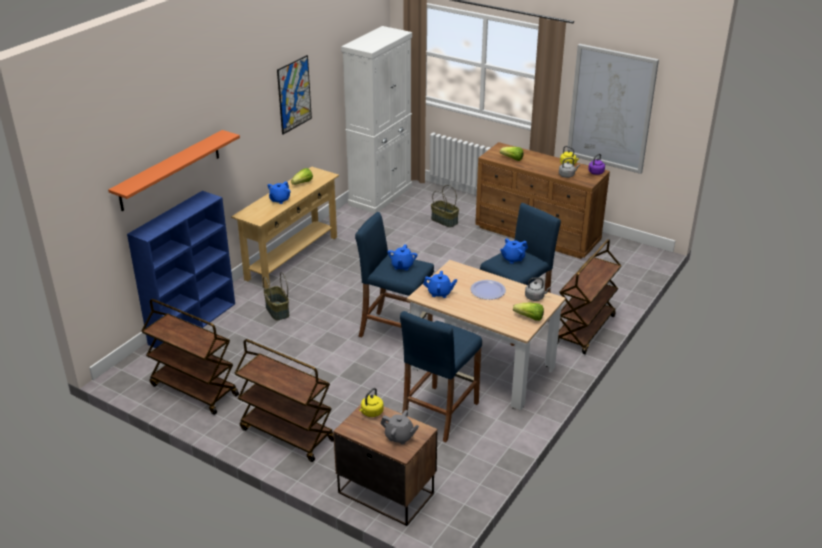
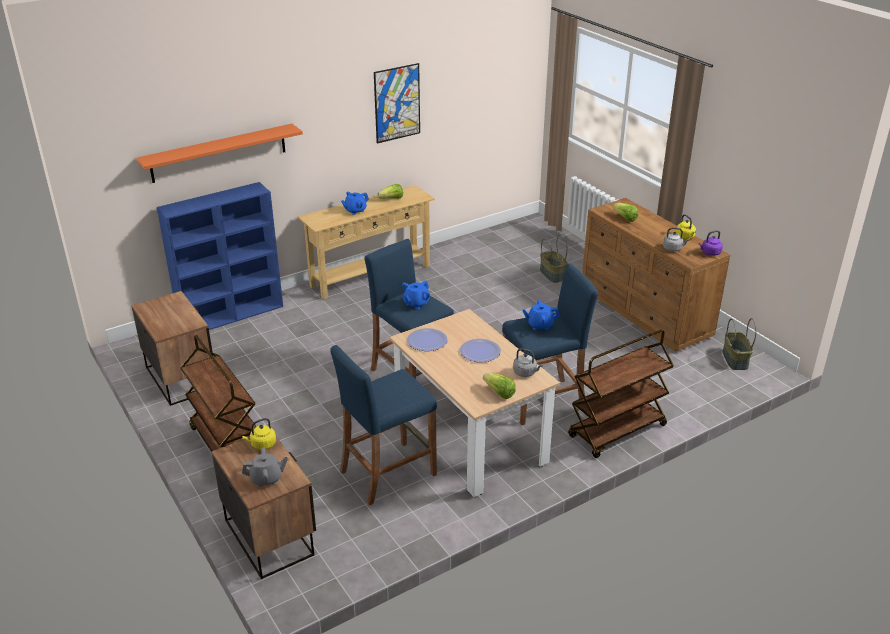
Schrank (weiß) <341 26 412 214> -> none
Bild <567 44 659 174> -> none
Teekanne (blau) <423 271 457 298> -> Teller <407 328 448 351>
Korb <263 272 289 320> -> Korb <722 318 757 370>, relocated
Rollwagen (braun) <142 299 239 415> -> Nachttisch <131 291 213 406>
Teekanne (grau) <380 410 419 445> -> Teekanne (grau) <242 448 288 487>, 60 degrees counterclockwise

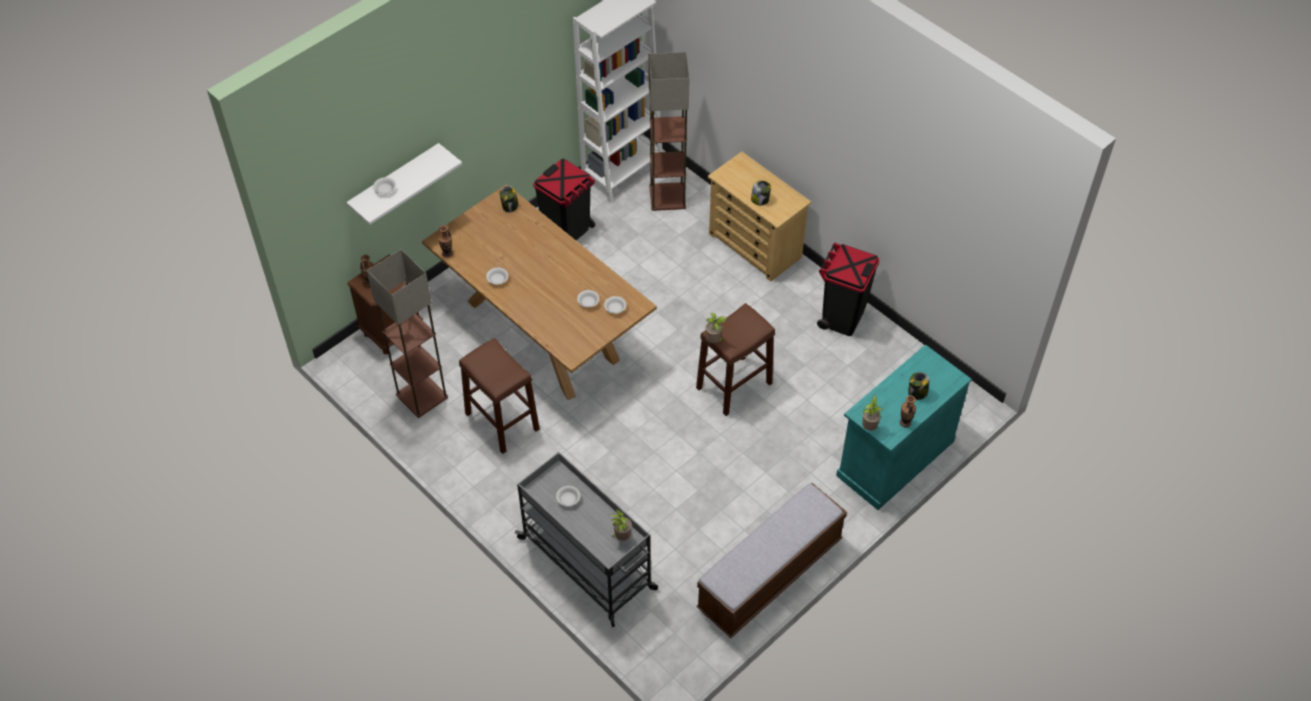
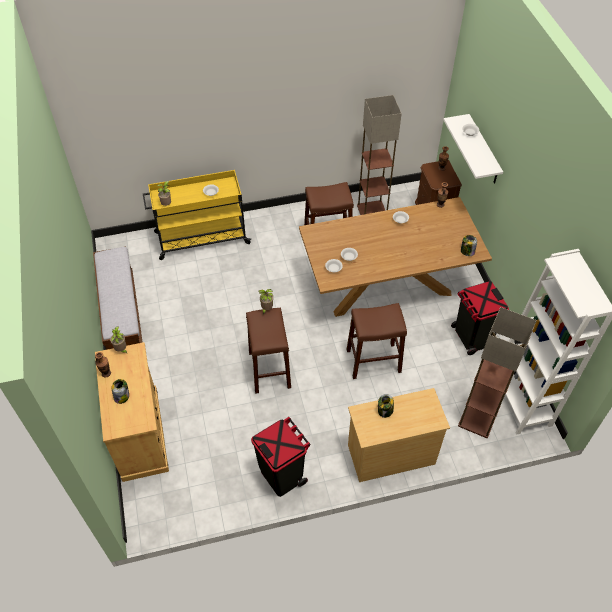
Schrank (türkis) <836 344 972 510> -> Schrank (beige) <95 342 169 482>
Rollwagen (grau) <515 452 658 627> -> Rollwagen (gelb) <143 170 251 260>
none -> Hocker (braun) <347 303 407 379>

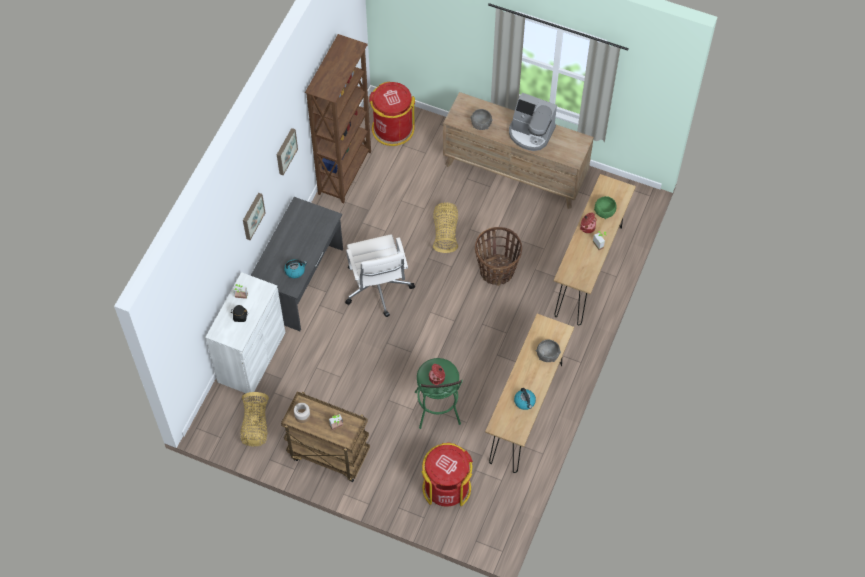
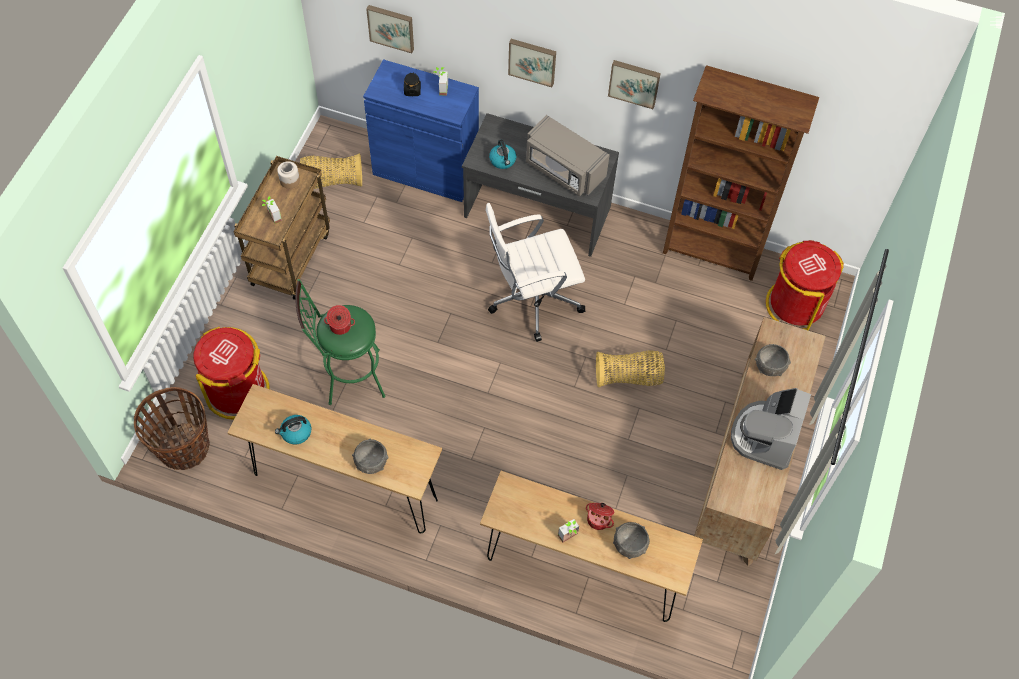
Schüssel (grün) <594 196 617 219> -> Schüssel (grau) <613 522 650 559>
Korb <475 227 522 286> -> Korb <134 387 210 470>, relocated
Schrank (weiß) <205 272 285 393> -> Schrank (blau) <363 59 479 202>
none -> Bild <366 5 414 53>
none -> Mikrowelle (grau) <526 115 610 196>

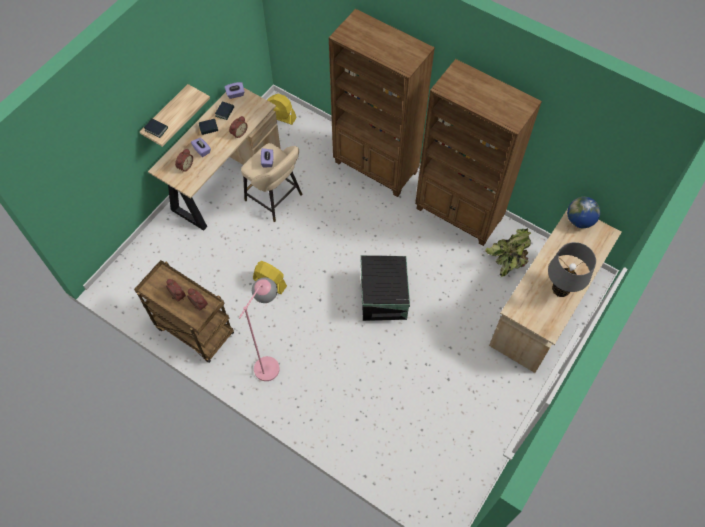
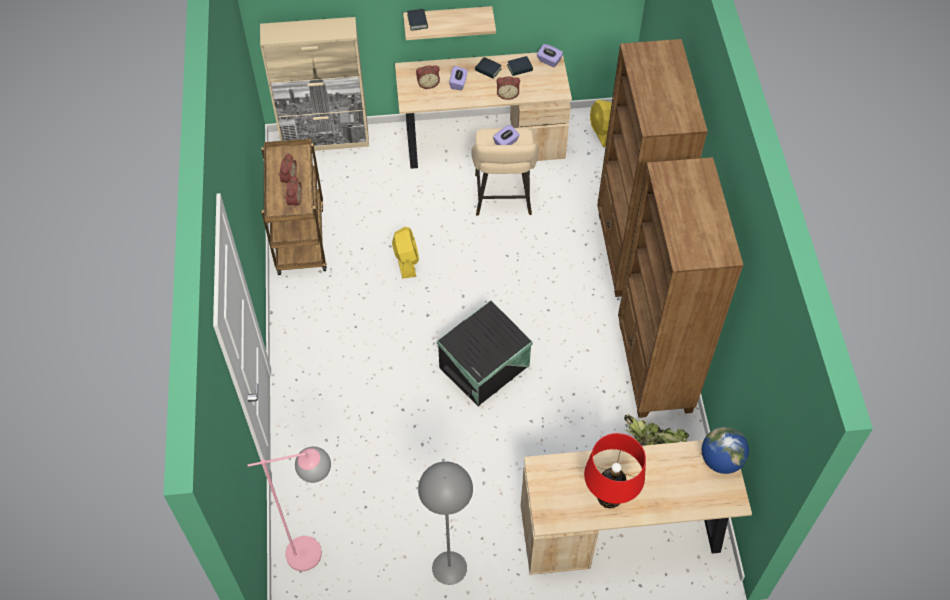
Tischlampe (grau) <548 242 596 297> -> Tischlampe (rot) <584 433 646 508>
Stehlampe (rosa) <239 278 280 381> -> Stehlampe (rosa) <248 447 331 571>, relocated
none -> Schrank (beige) <260 17 369 151>
none -> Stehlampe (grau) <418 461 473 585>

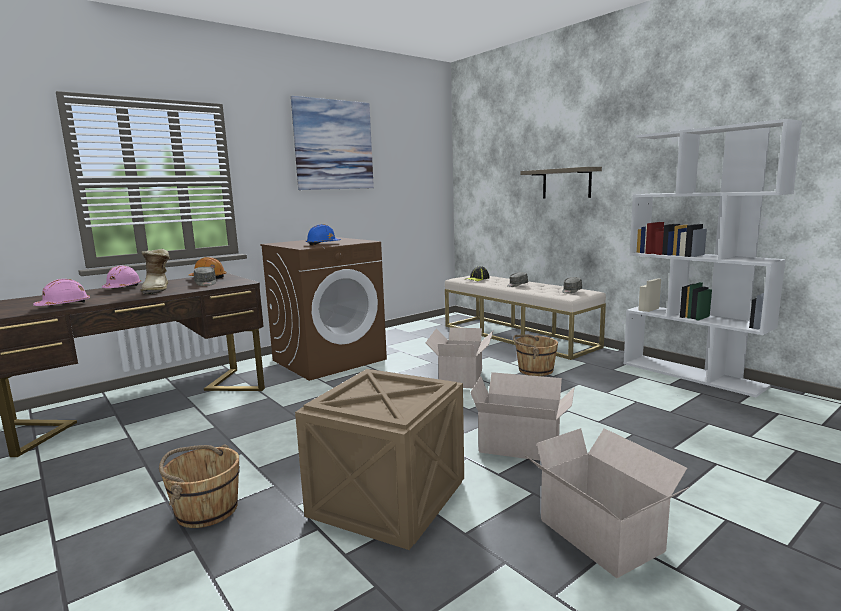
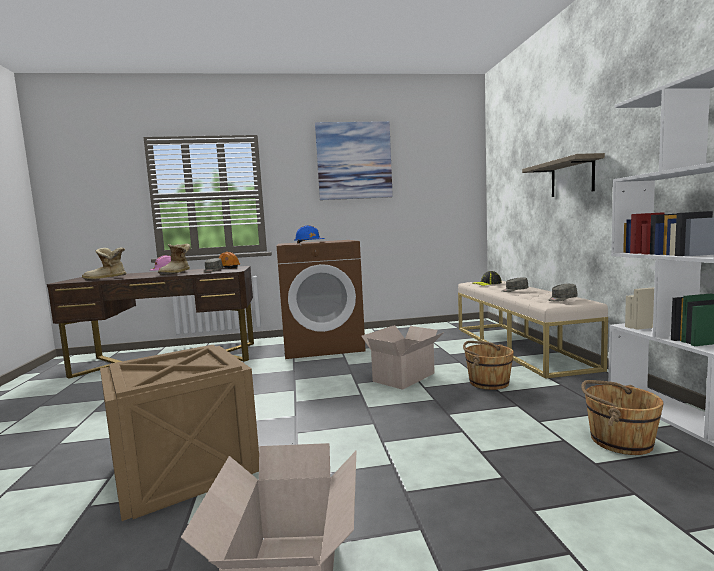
Schutzhelm (rosa) <33 279 90 306> -> Stiefel <82 247 127 280>
Karton <470 372 575 461> -> none
Eimer (braun) <159 444 240 528> -> Eimer (braun) <581 380 664 455>, relocated

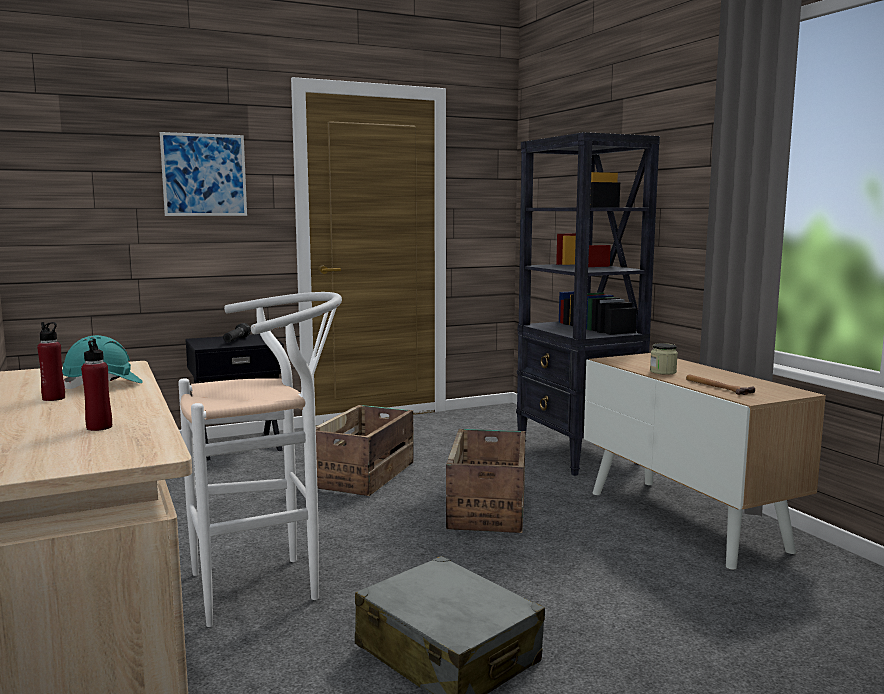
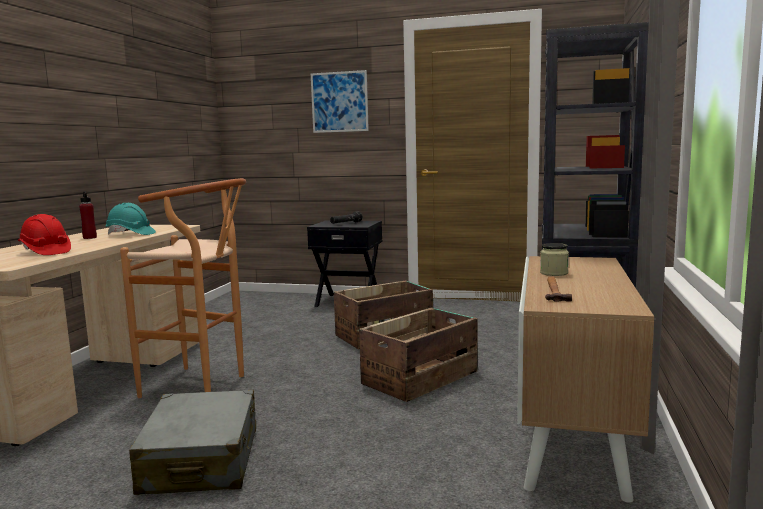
Hocker (weiß) <178 292 342 627> -> Hocker (braun) <120 178 246 398>
Flasche (rot) <81 339 112 431> -> Schutzhelm (rot) <18 214 71 255>

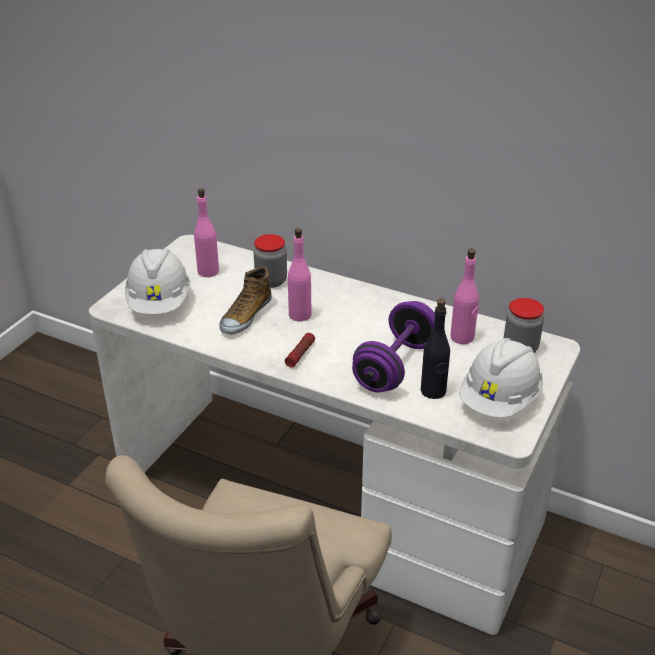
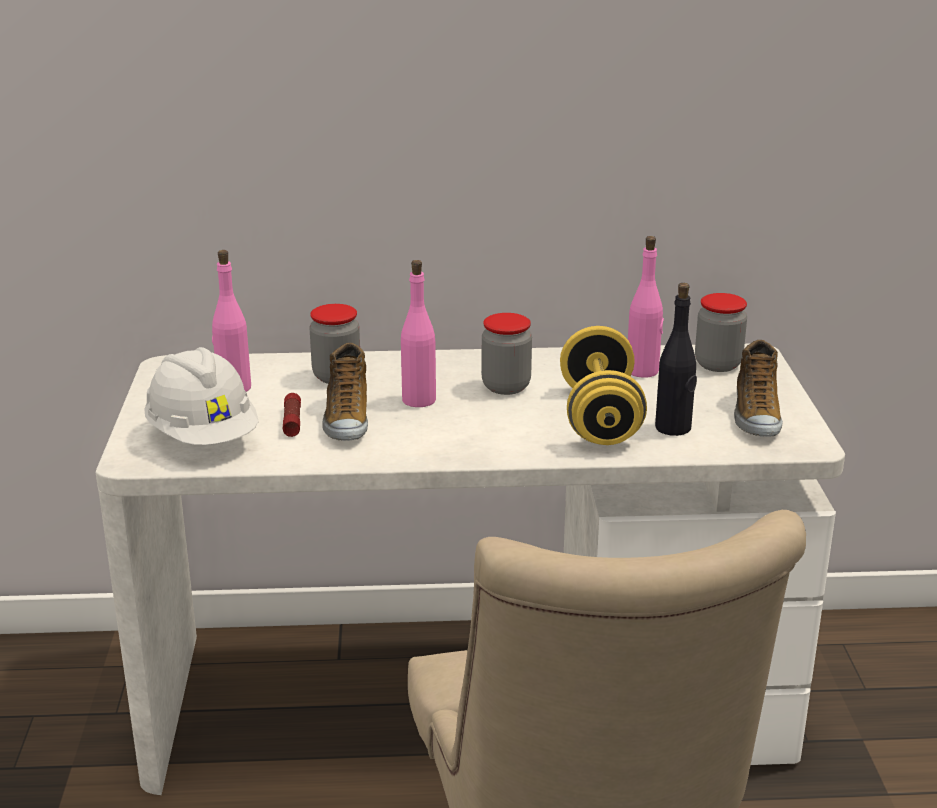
Hantel (lila) <352 301 435 393> -> Hantel (gelb) <560 326 647 445>
Taschenlampe <285 333 315 367> -> Taschenlampe <283 393 301 437>, relocated
Schutzhelm (weiß) <459 338 543 418> -> Schuh <734 340 783 437>
none -> Vorratsglas <481 313 532 395>

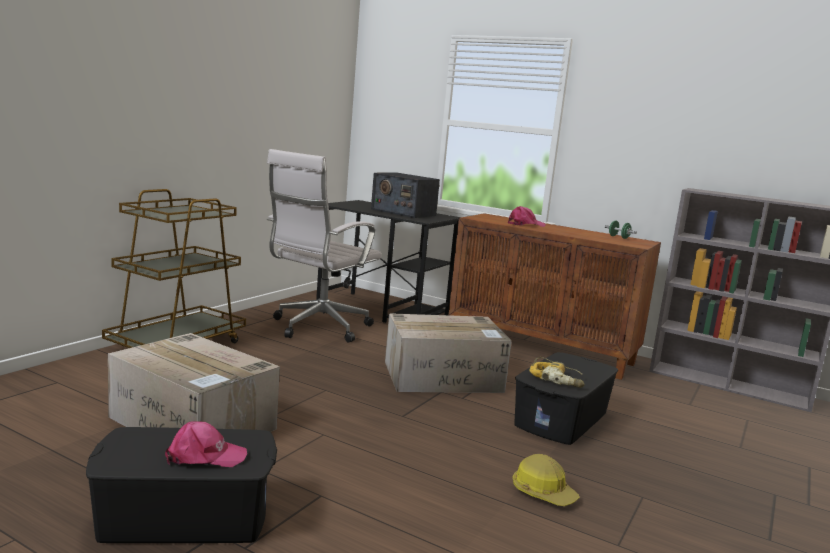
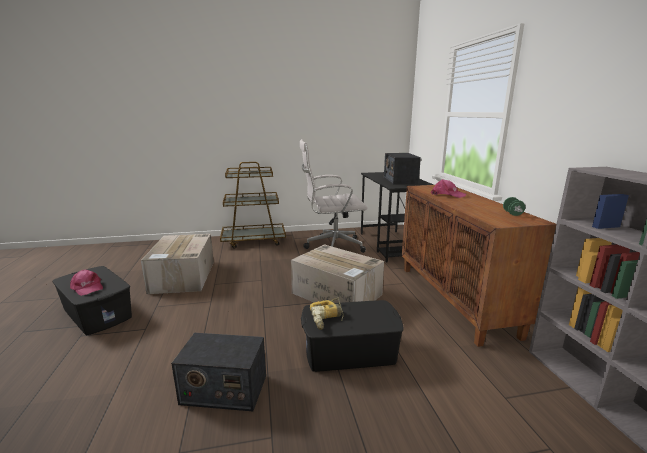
Schutzhelm <512 454 580 506> -> Radio <171 333 266 411>

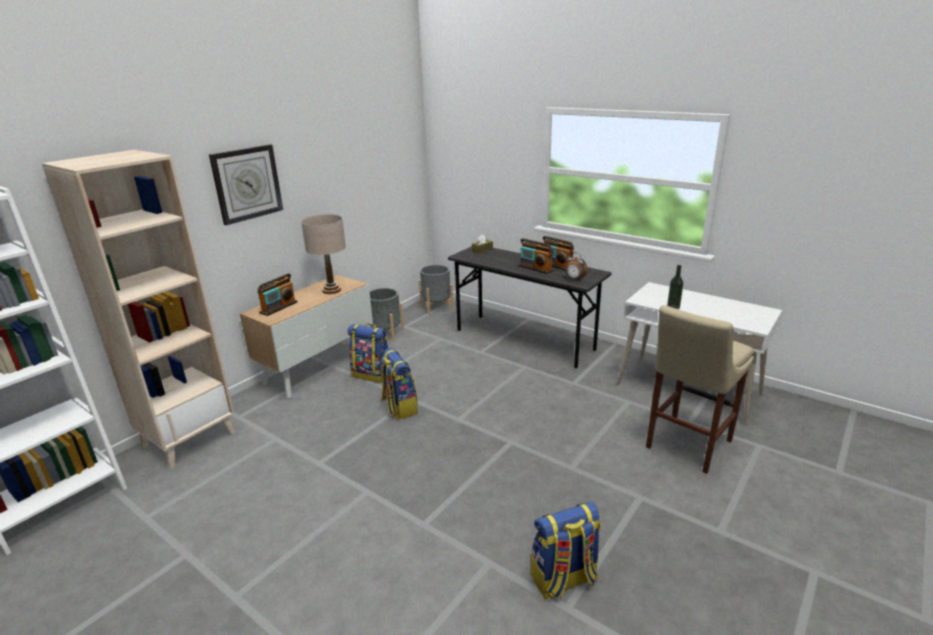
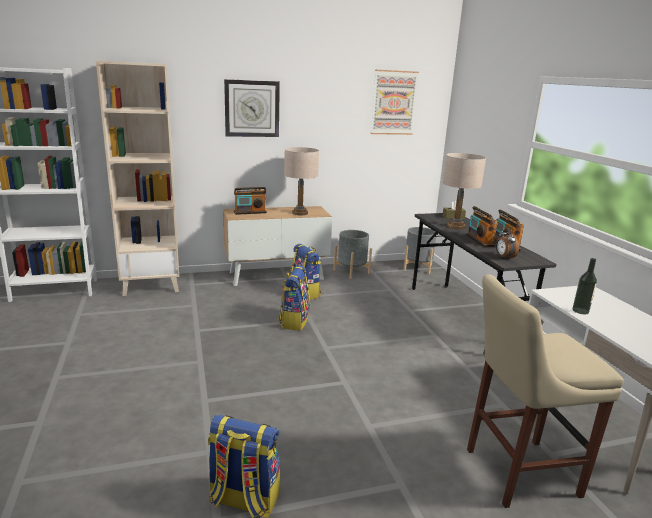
none -> Bild <371 70 419 135>
none -> Tischlampe (beige) <443 153 486 229>

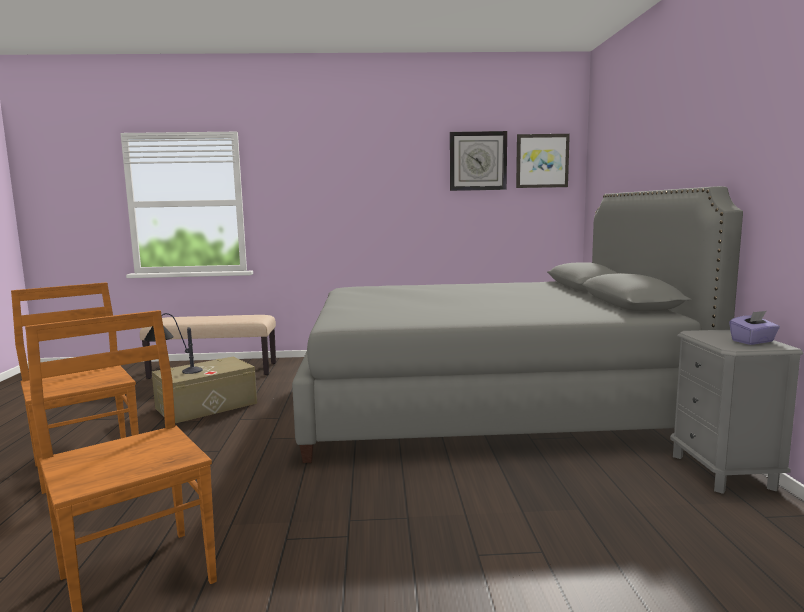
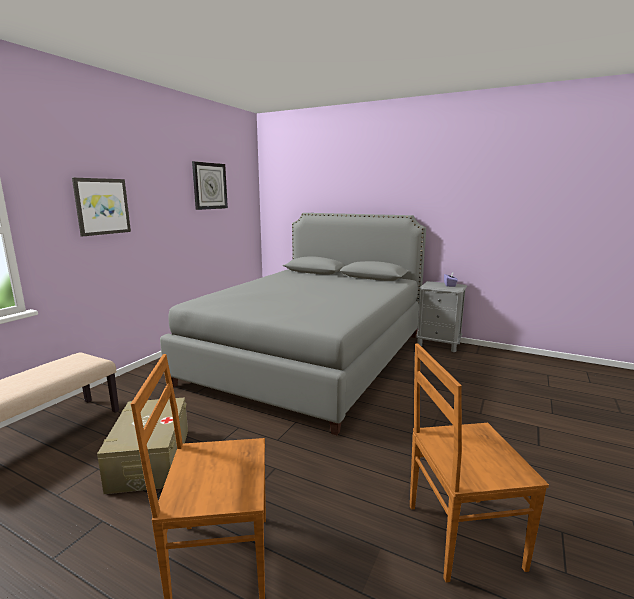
Bild <516 134 570 188> -> Bild <72 178 131 237>, relocated
Tischlampe <144 313 203 374> -> none

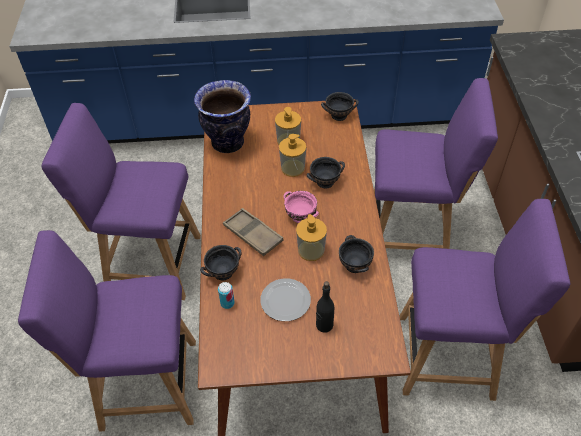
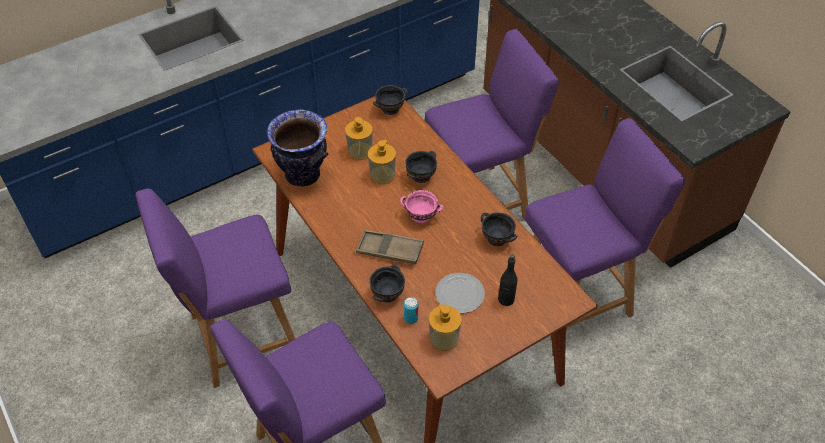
Seifenspender <296 214 327 261> -> Seifenspender <429 304 462 351>, relocated

